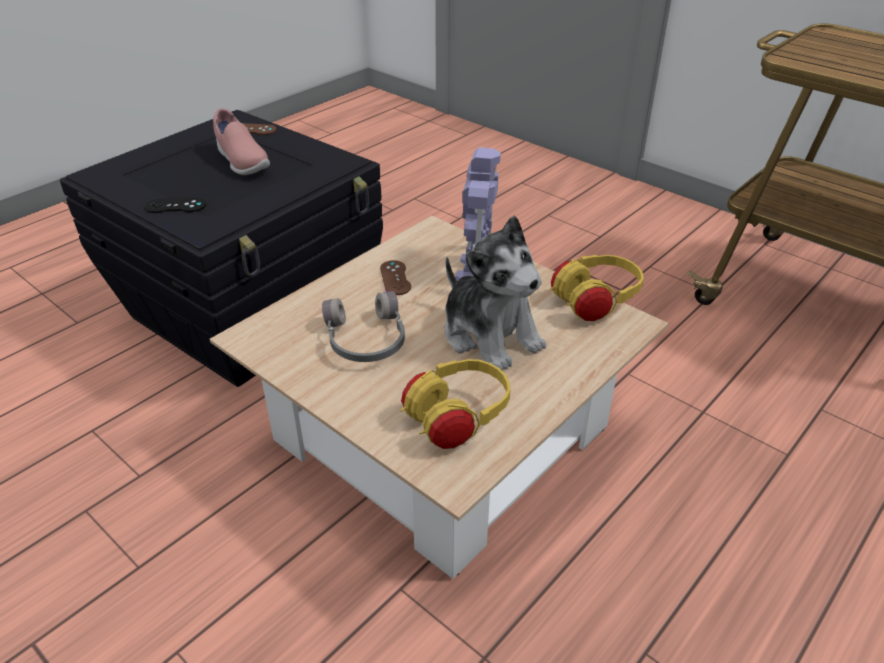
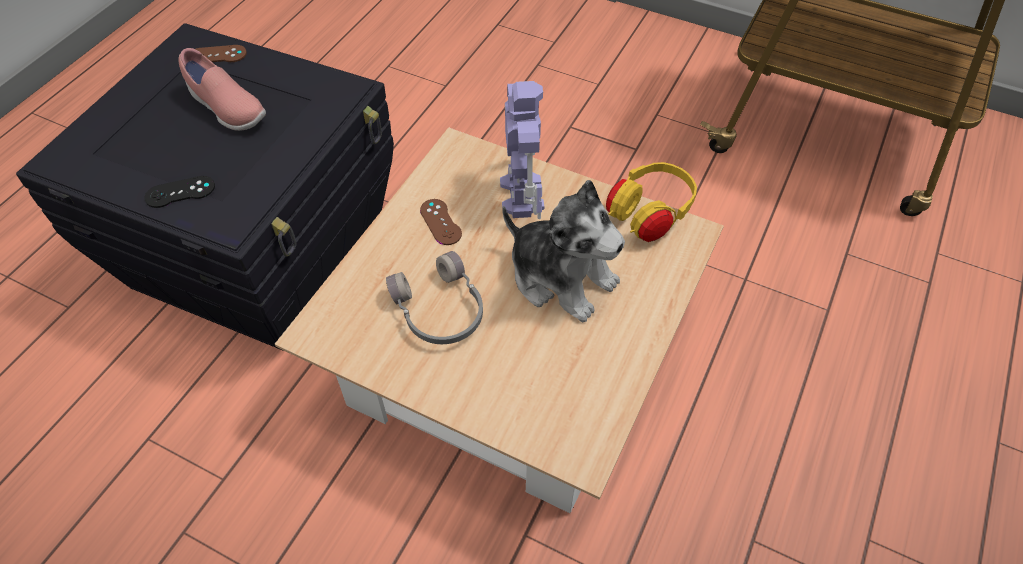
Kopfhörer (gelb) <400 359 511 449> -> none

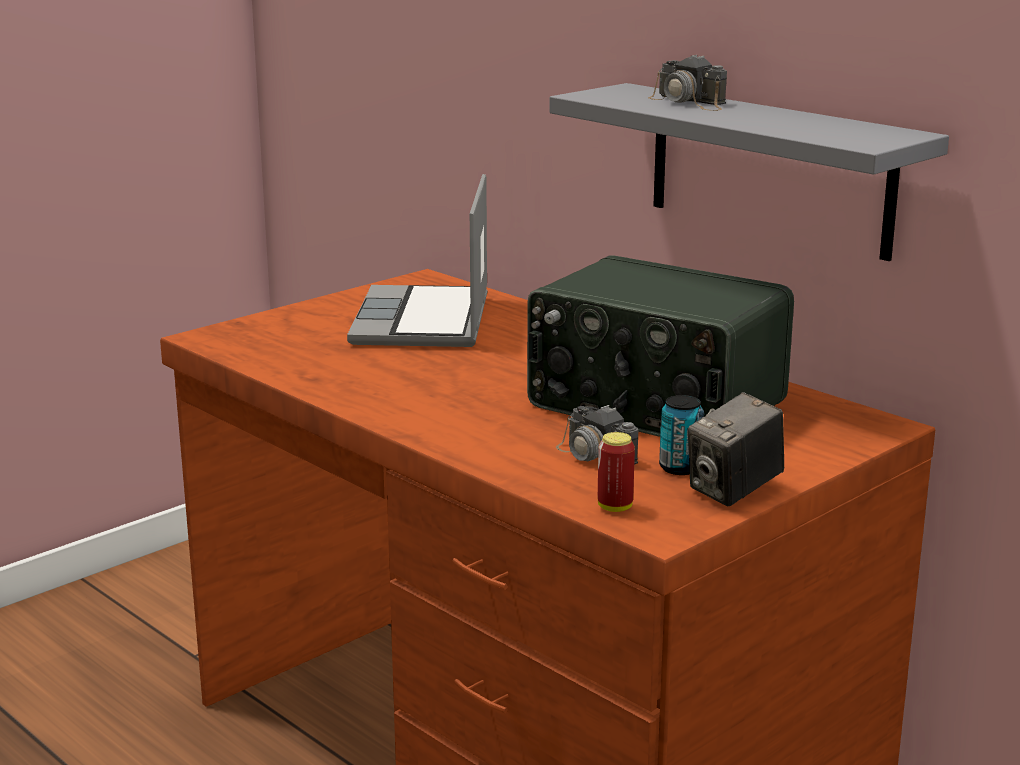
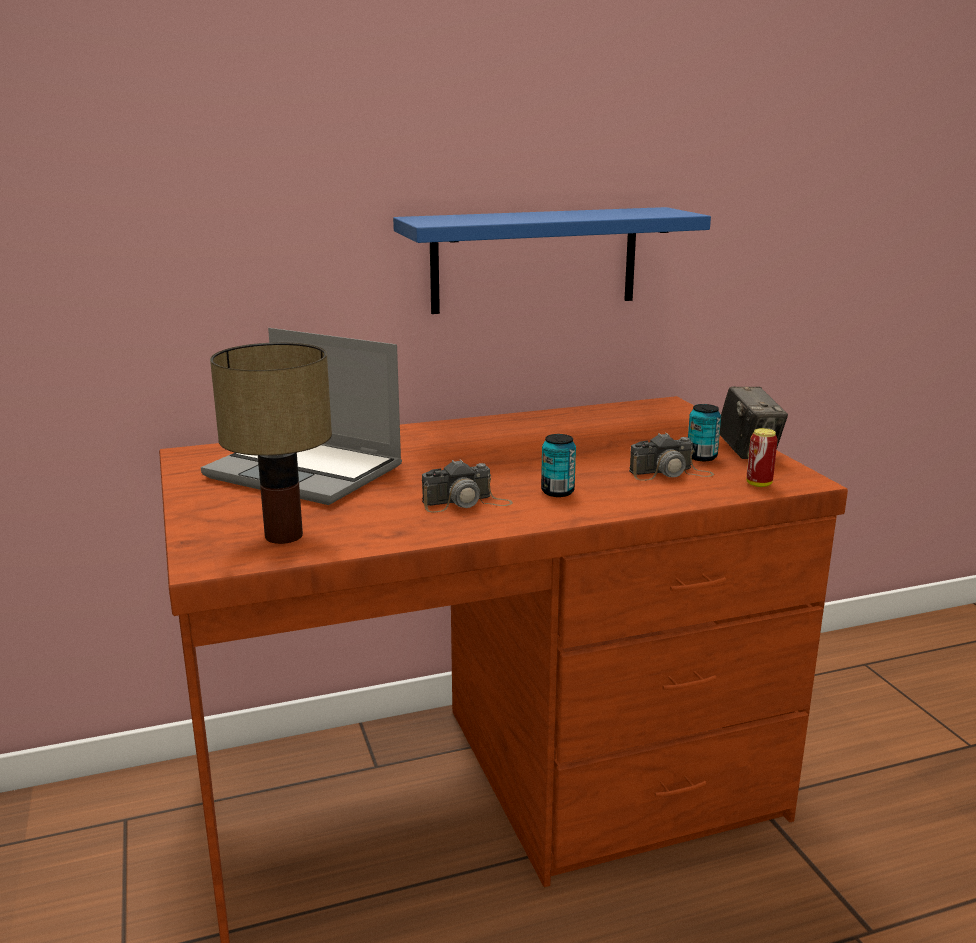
Kamera <648 55 727 111> -> Kamera <422 459 513 512>, relocated
Wandregal (grau) <549 83 949 261> -> Wandregal (blau) <393 207 711 314>
Radio <527 256 794 437> -> none
none -> Tischlampe <210 342 332 544>
none -> Dose <541 434 576 497>

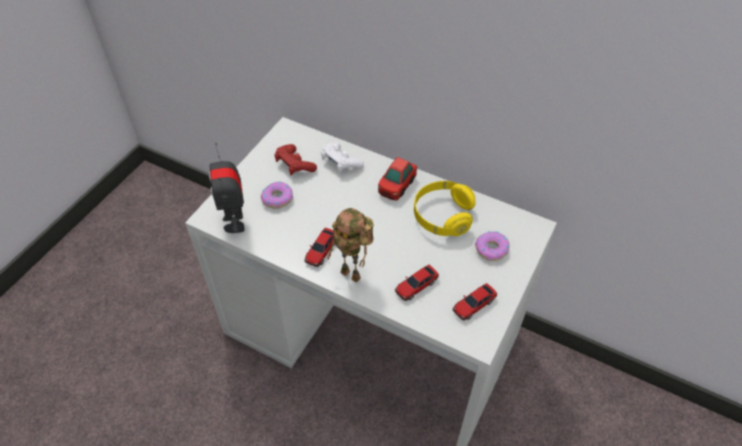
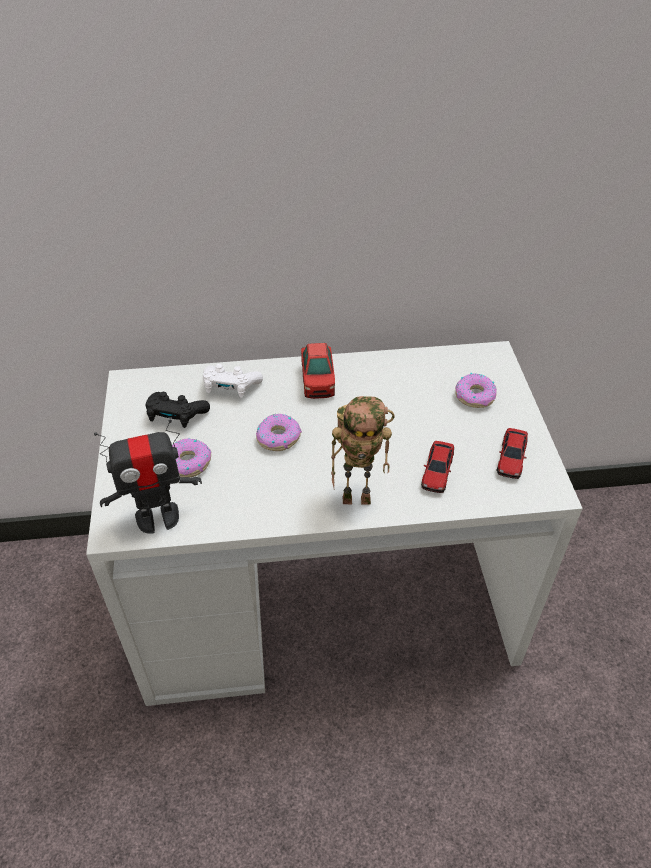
Spielzeugroboter <209 143 244 233> -> Spielzeugroboter <94 420 202 534>, 60 degrees counterclockwise
Gamepad (rot) <275 144 317 175> -> Gamepad (schwarz) <146 392 210 428>
Kopfhörer (gelb) <414 181 476 236> -> none
Spielzeugauto <305 228 335 267> -> none
none -> Donut <256 414 302 451>

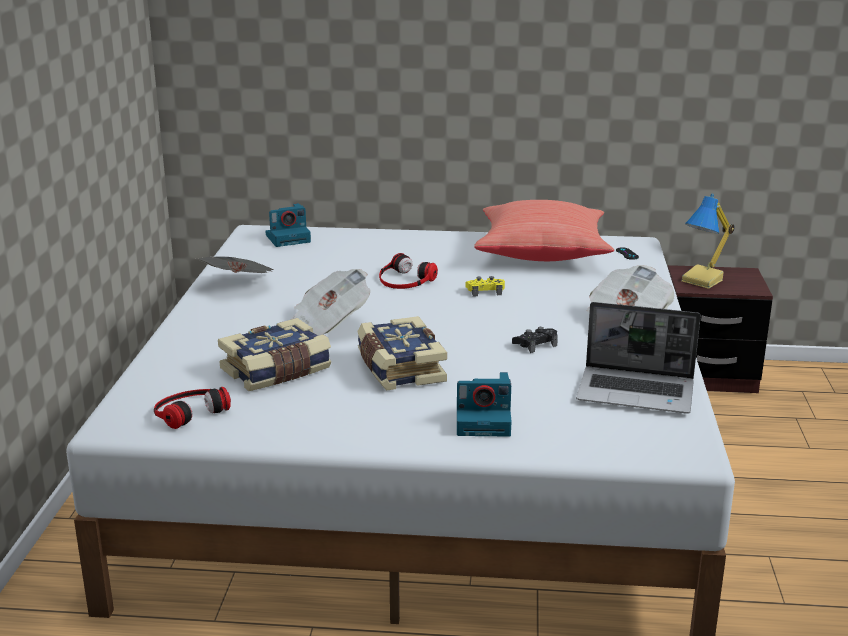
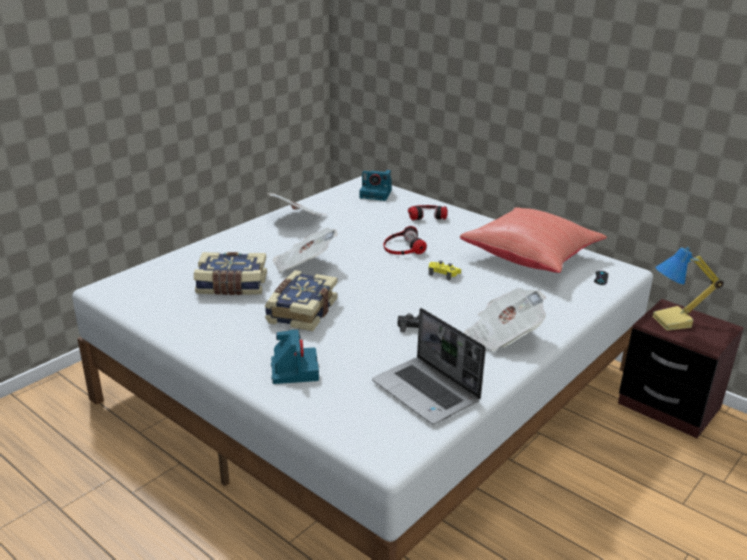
Kamera <457 372 512 436> -> Kamera <271 329 319 384>, 135 degrees counterclockwise
Kopfhörer <154 387 231 429> -> Kopfhörer <408 205 448 220>, relocated

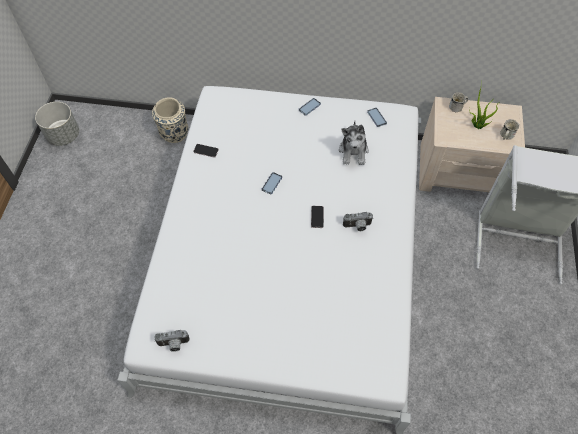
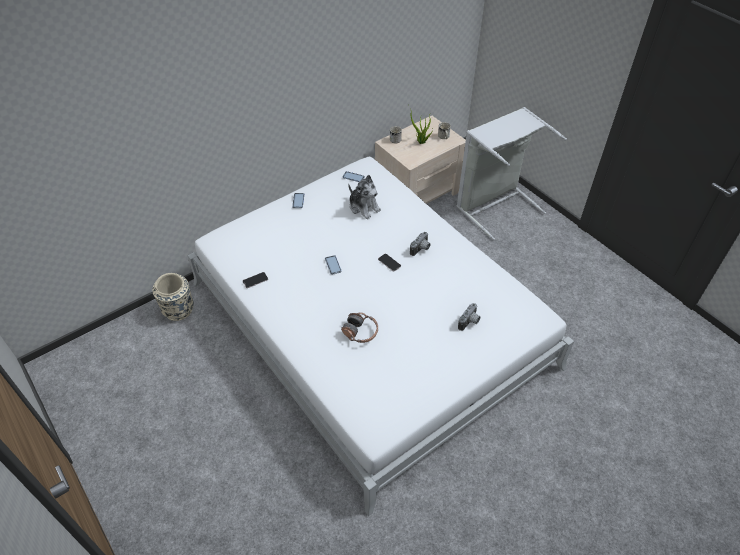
Pflanzkübel (grau) <35 102 79 146> -> none
Kamera <154 330 190 352> -> Kamera <458 303 480 331>, relocated
none -> Kopfhörer <341 313 378 343>

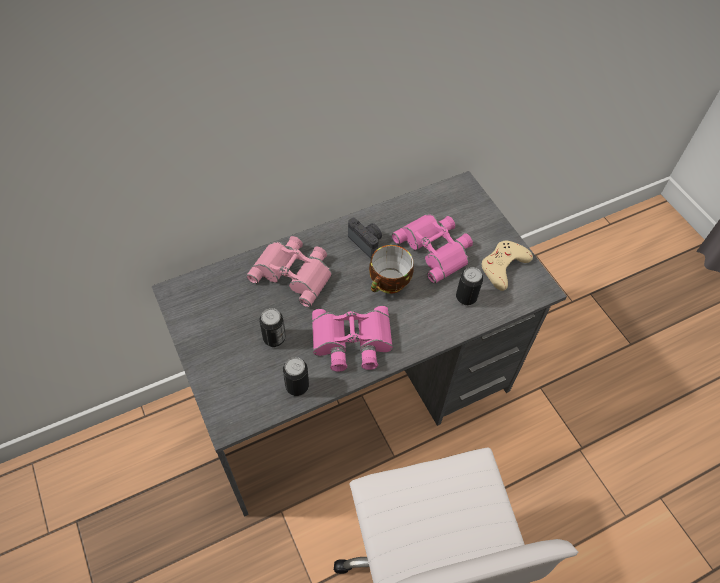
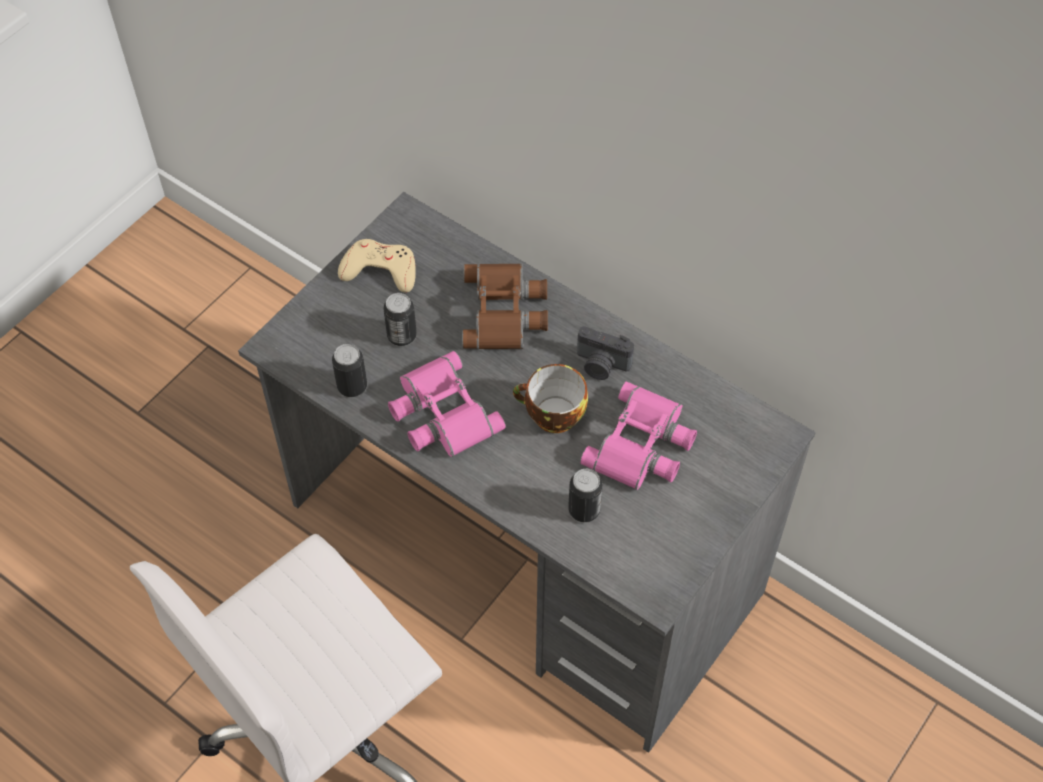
Kamera <348 218 382 258> -> Kamera <577 326 634 380>, 90 degrees clockwise
Fernglas (rosa) <246 236 332 307> -> Fernglas (braun) <462 263 548 349>
Gamepad (beige) <481 240 533 291> -> Gamepad (beige) <338 239 416 292>, relocated

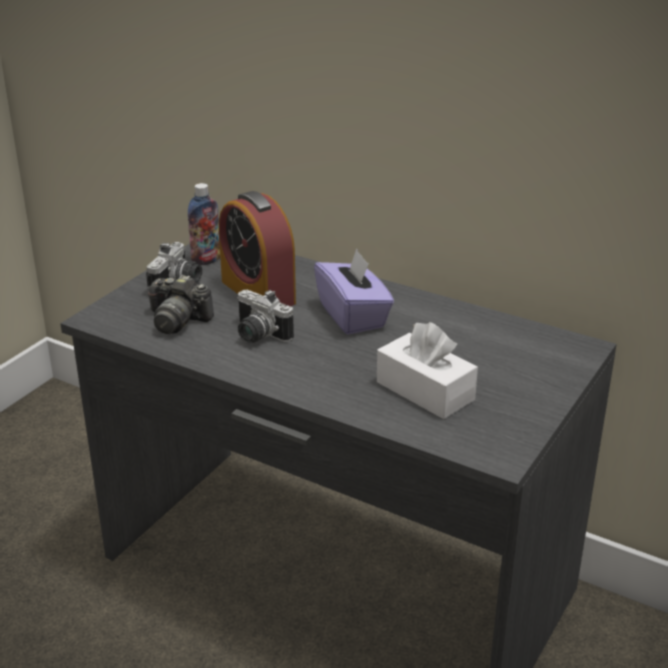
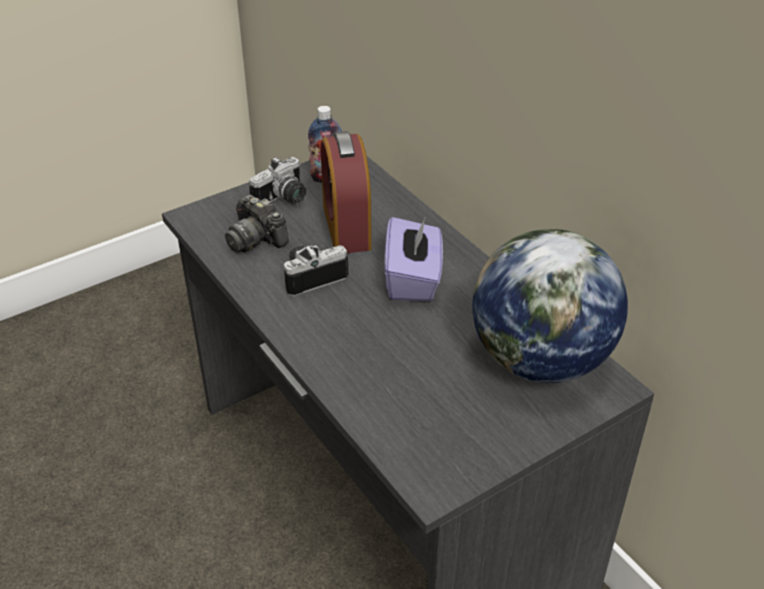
Kamera <237 290 294 343> -> Kamera <283 245 349 296>, 90 degrees clockwise
Taschentuchbox (weiß) <377 322 478 419> -> none
none -> Globus <472 229 628 383>

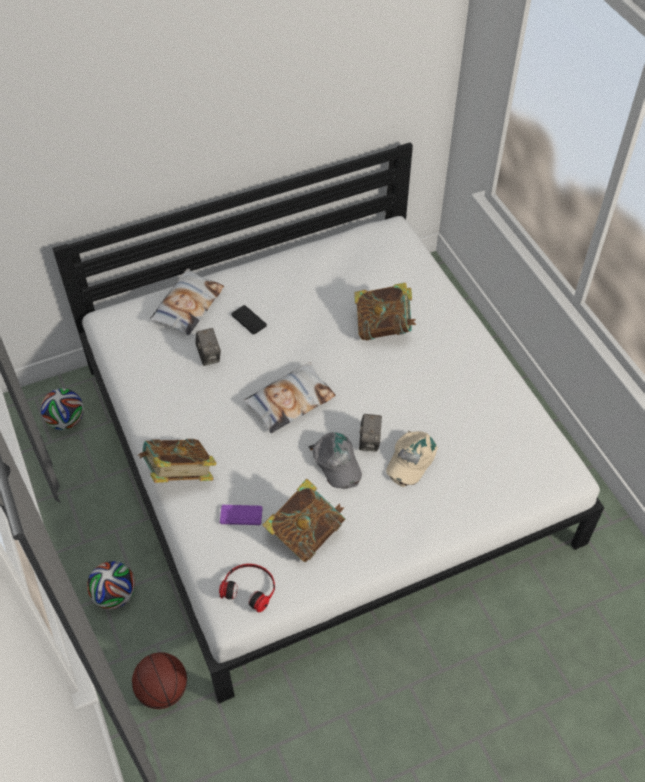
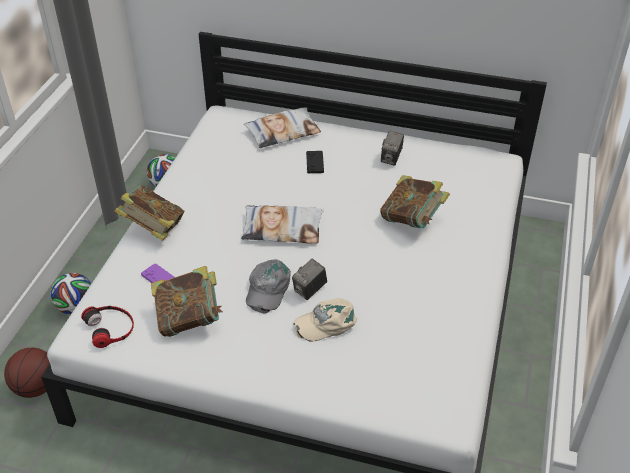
Kamera <195 328 221 366> -> Kamera <381 131 404 166>, relocated

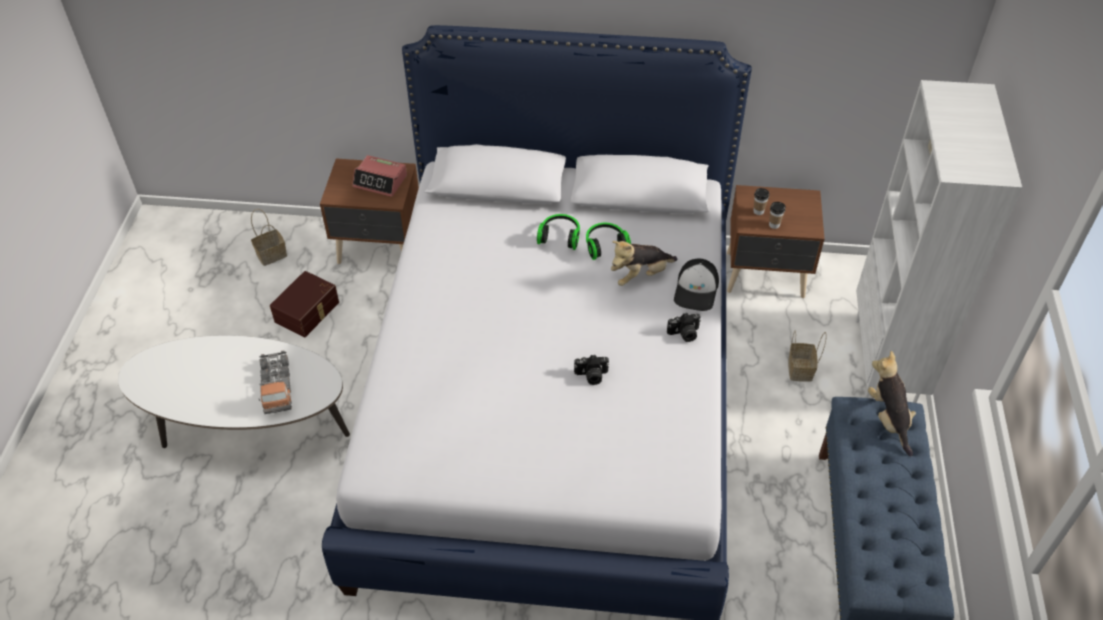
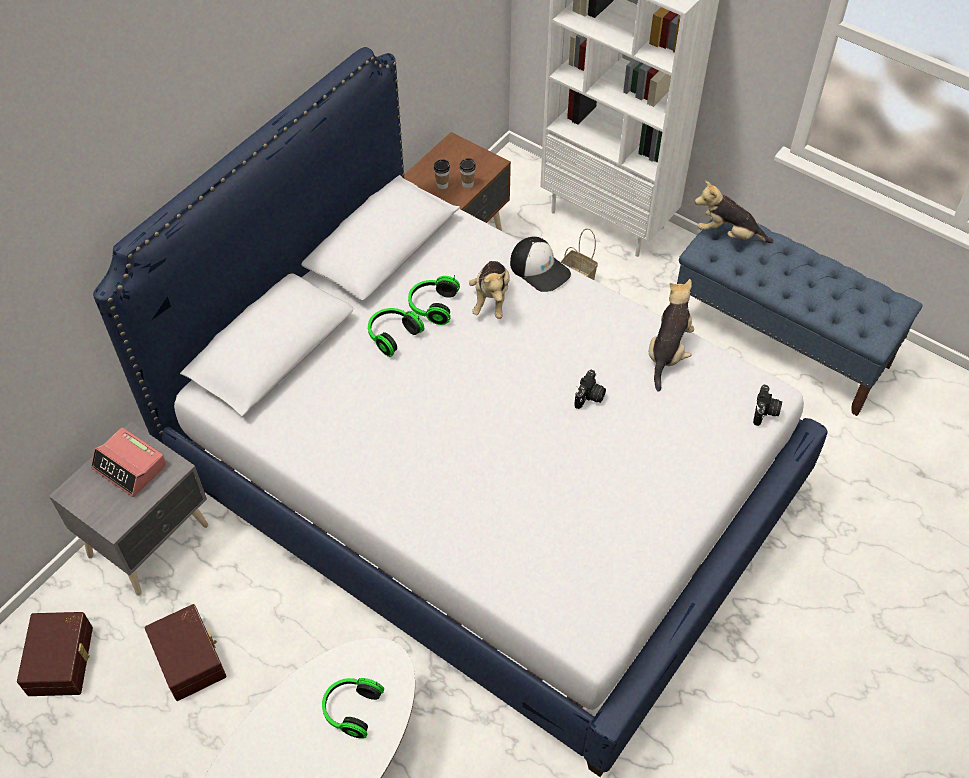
Wecker <352 155 407 197> -> Wecker <91 428 167 497>, 75 degrees clockwise
Nachttisch (braun) <320 159 419 264> -> Nachttisch (grau) <49 422 208 595>
Korb <251 209 287 266> -> Aufbewahrungsbox (braun) <17 612 93 696>
Kamera <667 313 701 342> -> Kamera <753 385 782 426>, relocated
Spielzeuglaster <258 351 292 414> -> Kopfhörer <322 678 384 738>
none -> Plüschtier <649 279 694 391>

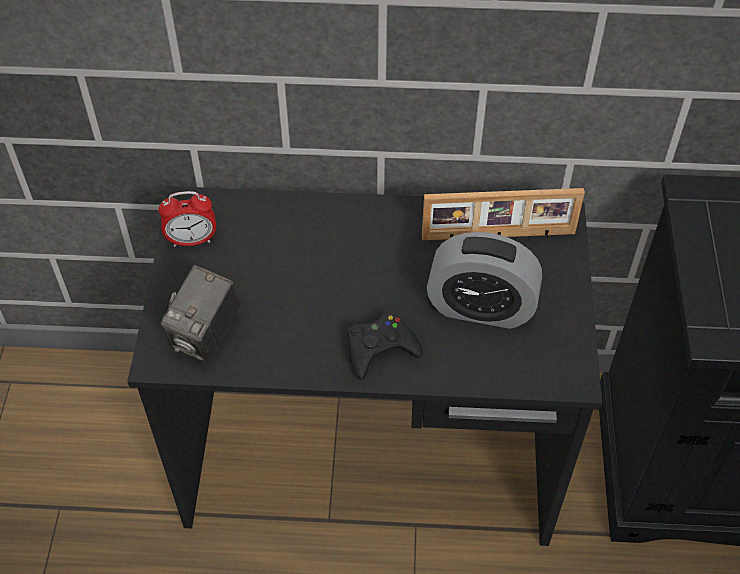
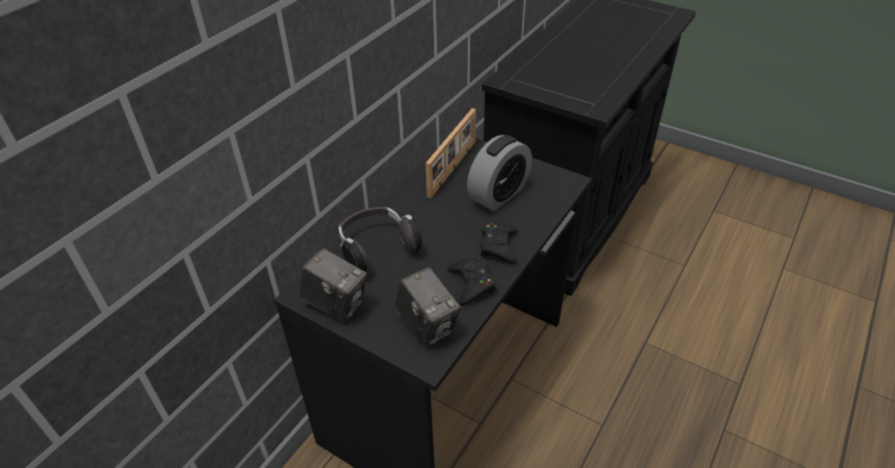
Wecker <159 191 216 247> -> Kamera <299 248 367 323>
none -> Kopfhörer <338 207 423 272>
none -> Gamepad (schwarz) <447 257 496 305>

